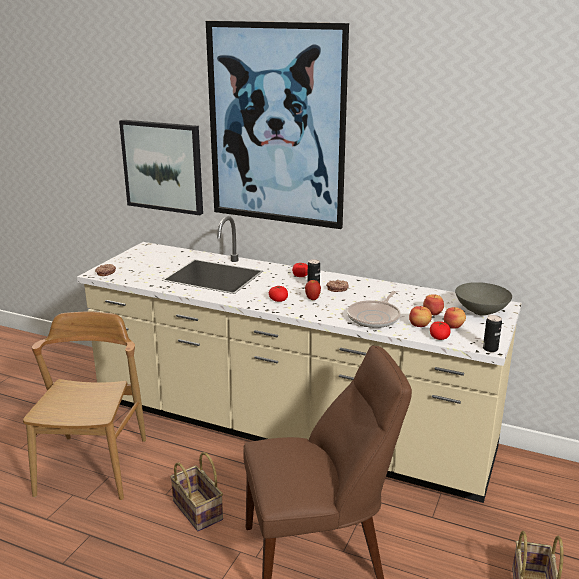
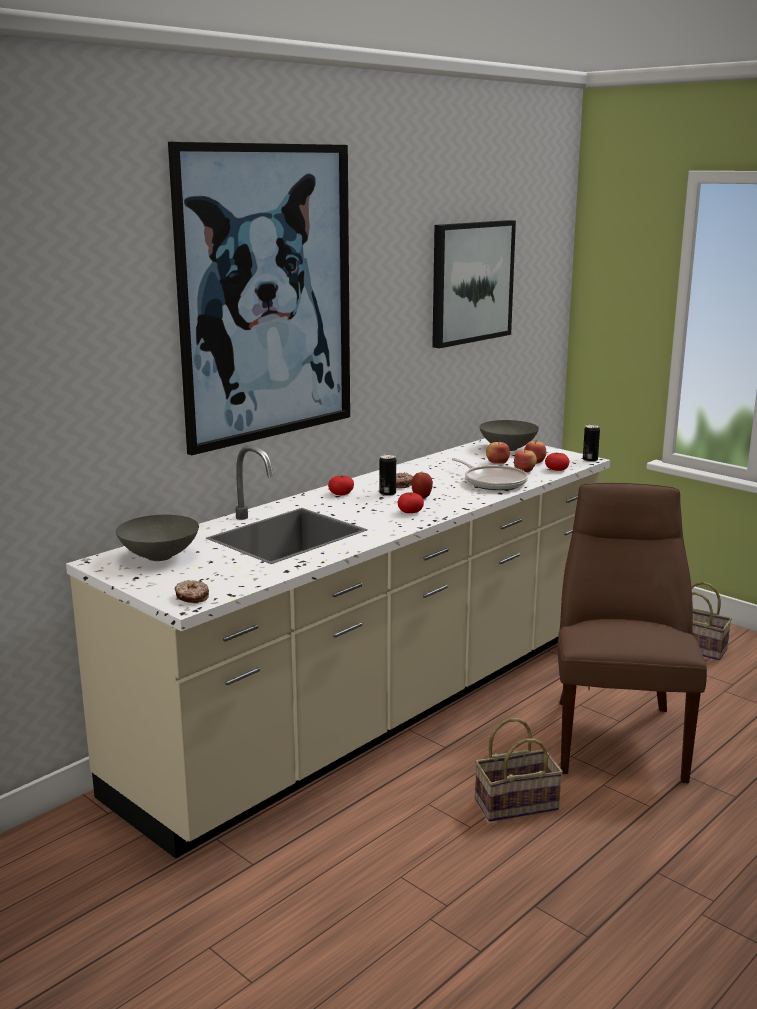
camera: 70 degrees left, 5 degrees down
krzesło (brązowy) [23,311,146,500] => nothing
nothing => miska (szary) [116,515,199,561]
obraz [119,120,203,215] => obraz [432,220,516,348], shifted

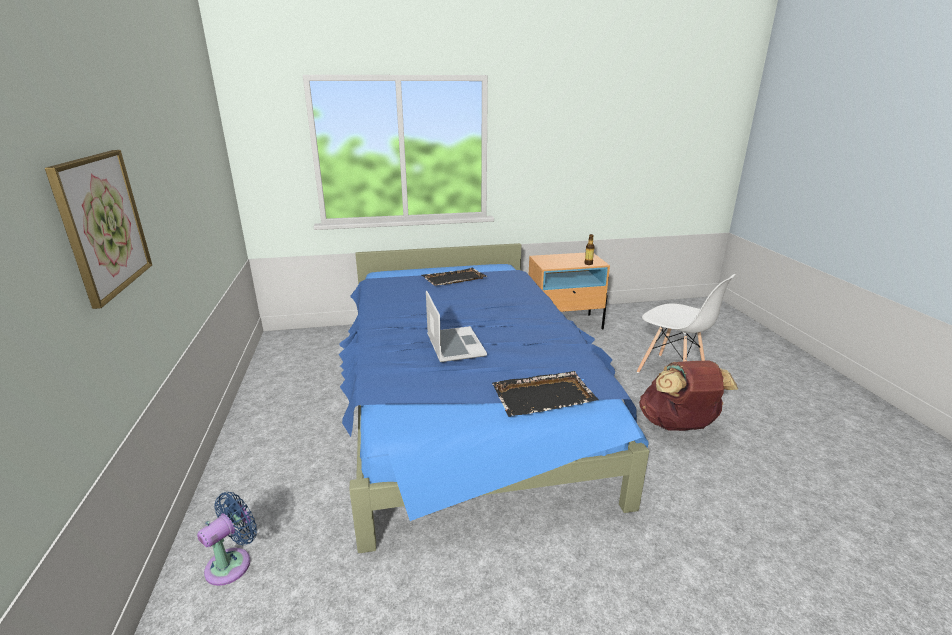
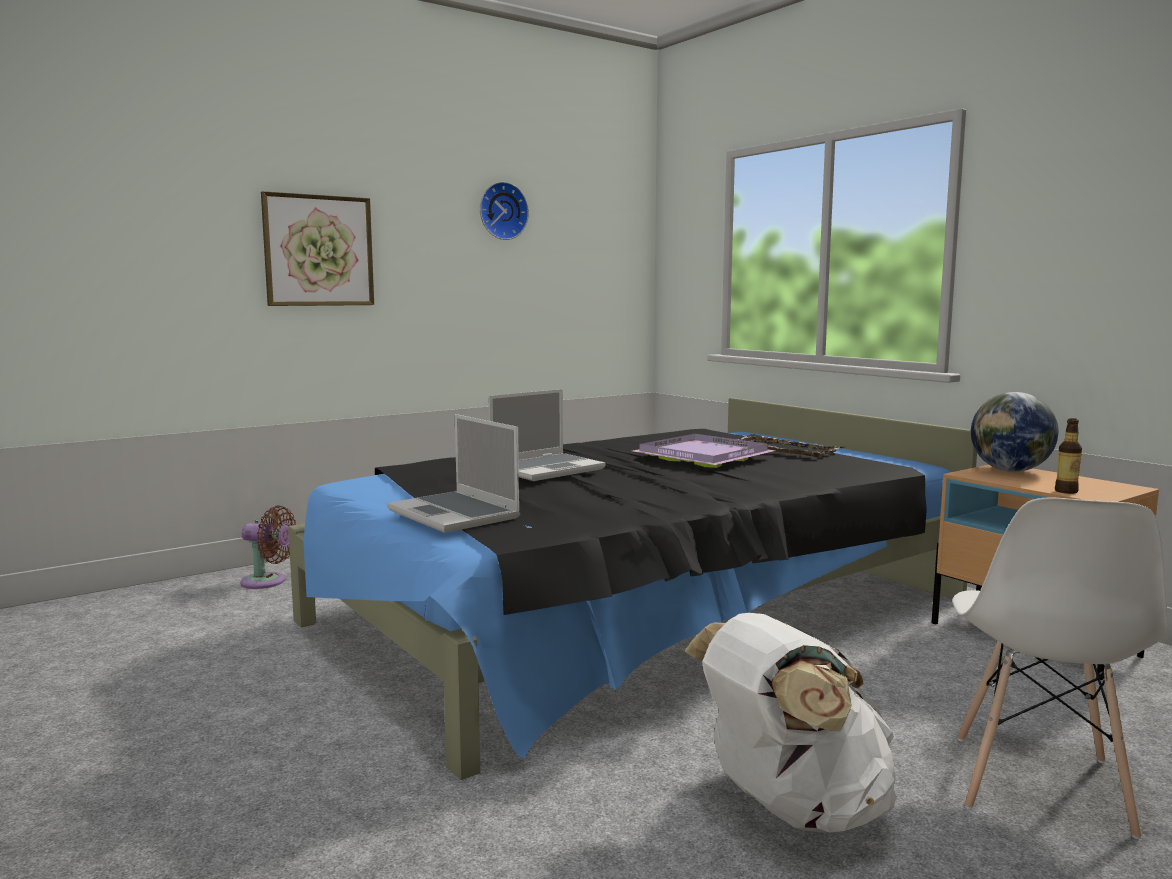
camera: 65 degrees right, 15 degrees down
nothing => zegar ścienny [480,182,529,240]
nothing => taca (fioletowy) [633,434,775,468]
nothing => globus [971,392,1058,472]
taca (czarny) [492,371,598,417] => laptop [387,414,520,533]
wentylator (niebieski) [197,492,257,586] => wentylator (brązowy) [240,505,296,589]
łóżko (niebieski) [339,243,649,553] => łóżko (czarny) [288,398,977,780]
plecak (brązowy) [639,360,738,431] => plecak (biały) [685,613,897,833]

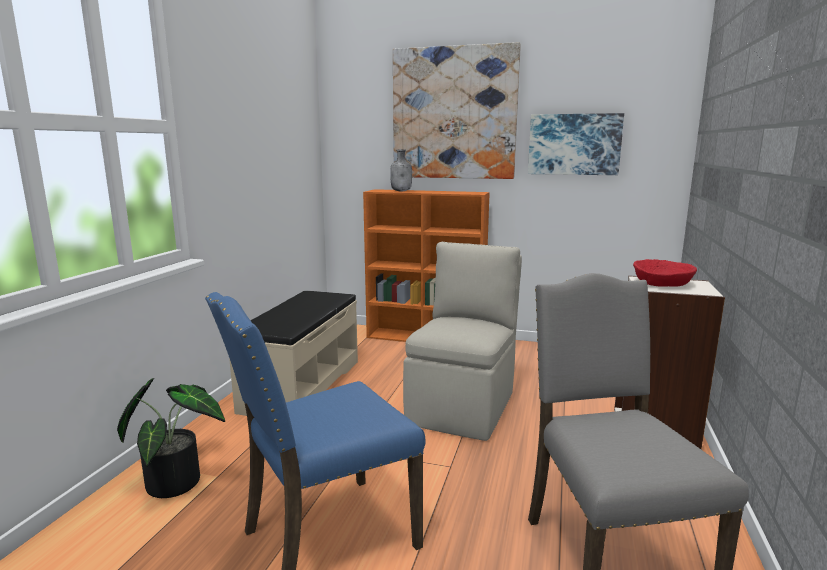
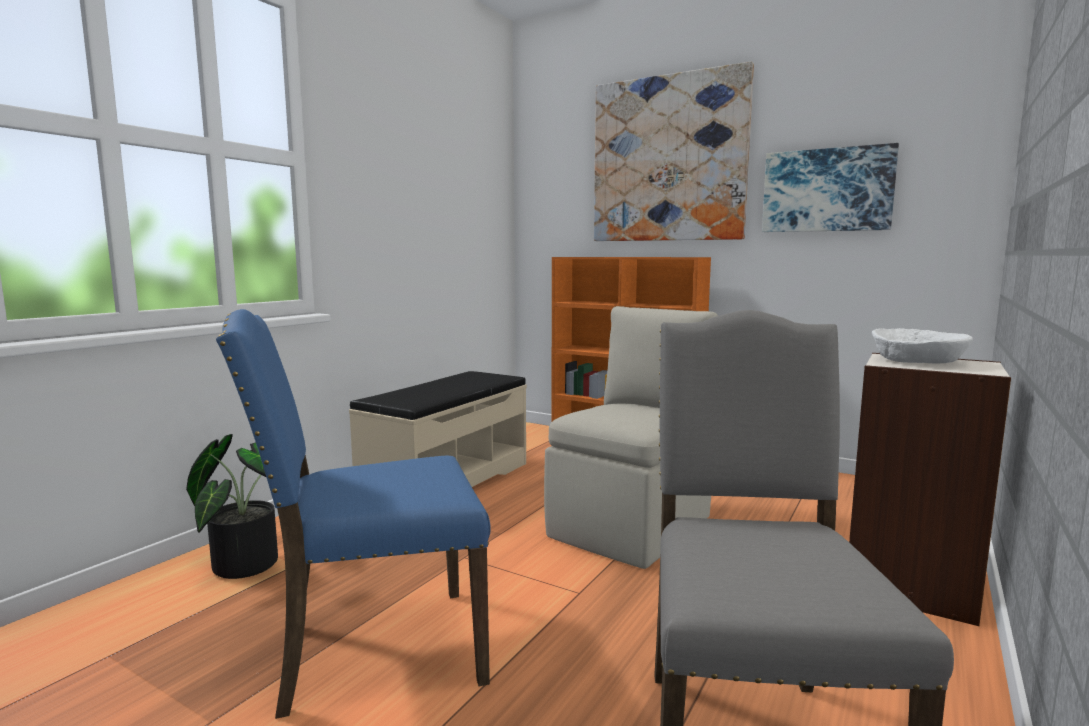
camera: 15 degrees right, 5 degrees down
butelka (szary) [390,150,412,191] => nothing
miska (czerwony) [633,259,697,287] => miska (biały) [872,328,973,363]

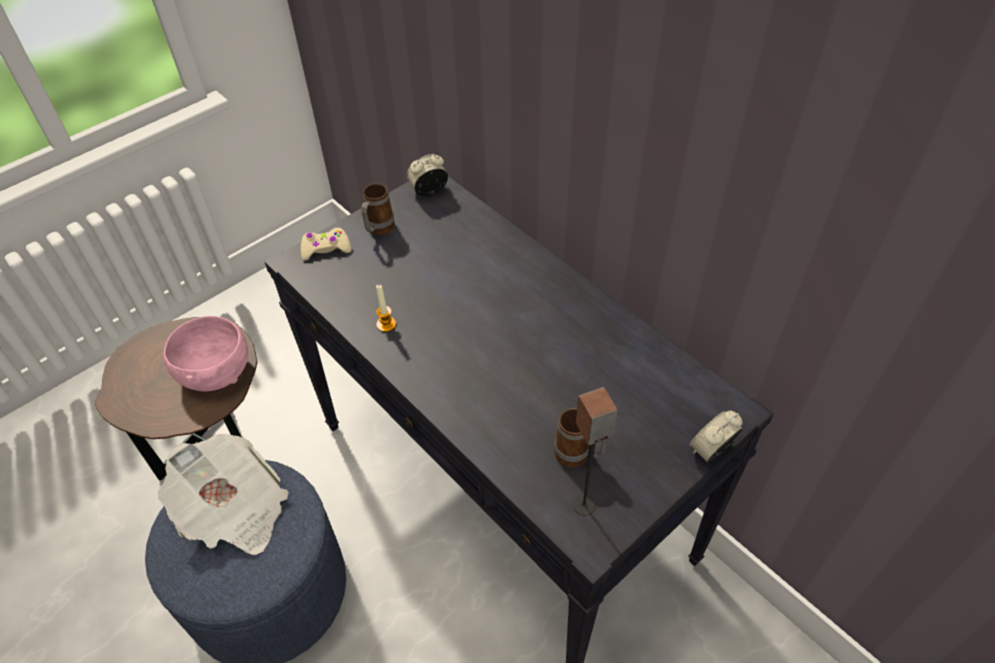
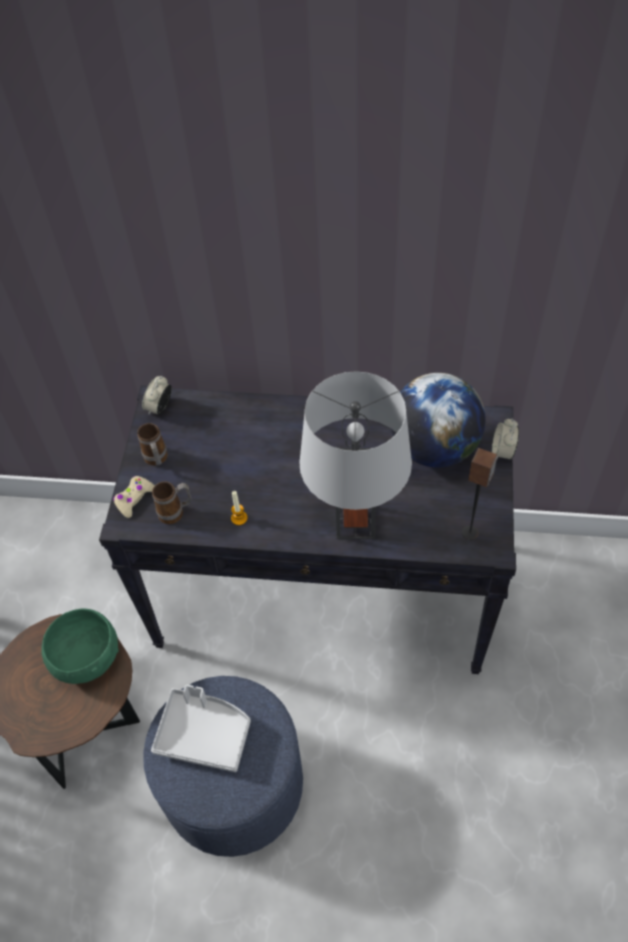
camera: 40 degrees left, 5 degrees up
nothing => lampa stołowa (szary) [299,371,412,539]
nothing => globus [391,373,486,467]
kubek [554,408,607,467] => kubek [152,481,191,524], shifted
gazeta [158,434,289,555] => taca (szary) [151,685,251,772]
miska (różowy) [163,316,248,392] => miska (zielony) [41,609,119,684]

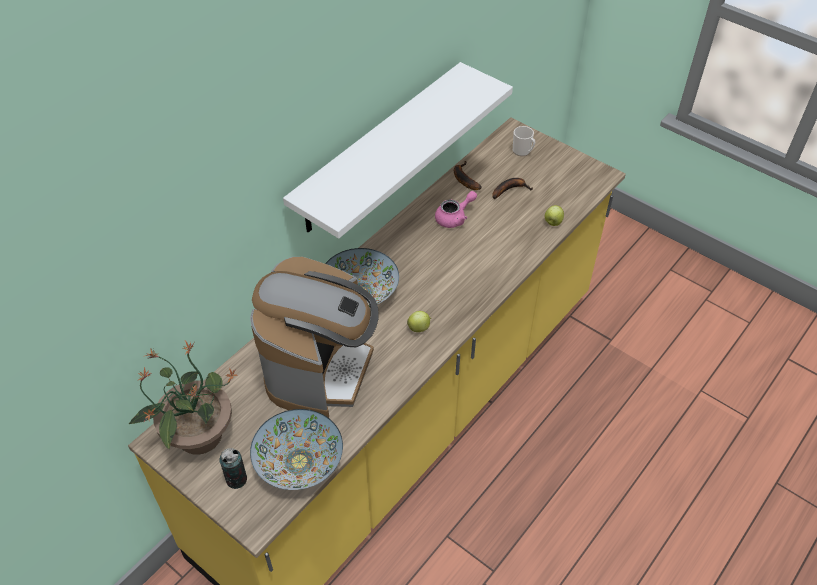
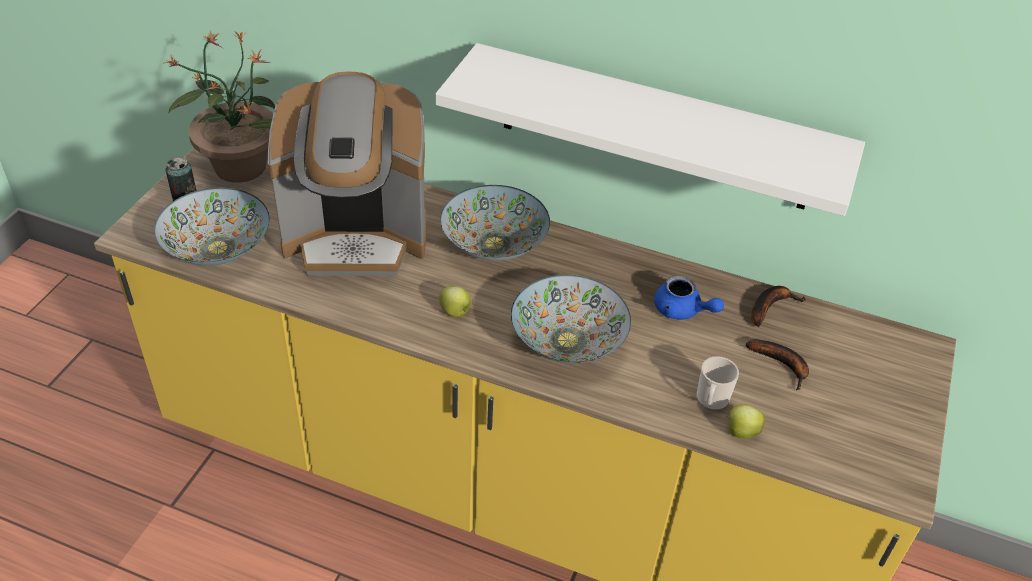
camera: 70 degrees right, 5 degrees down
nothing => miska [511,275,631,364]
kubek [513,126,535,156] => kubek [696,356,739,410], shifted
imbryk (różowy) [435,191,477,228] => imbryk (niebieski) [654,275,724,320]

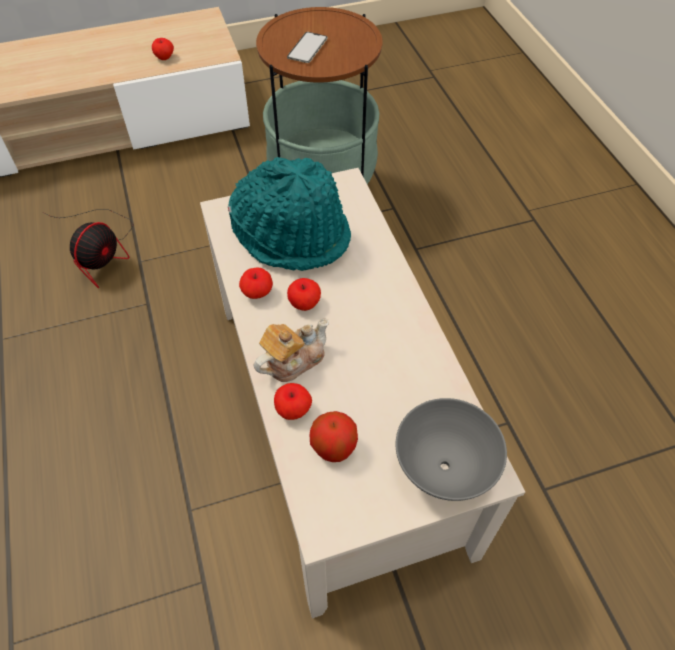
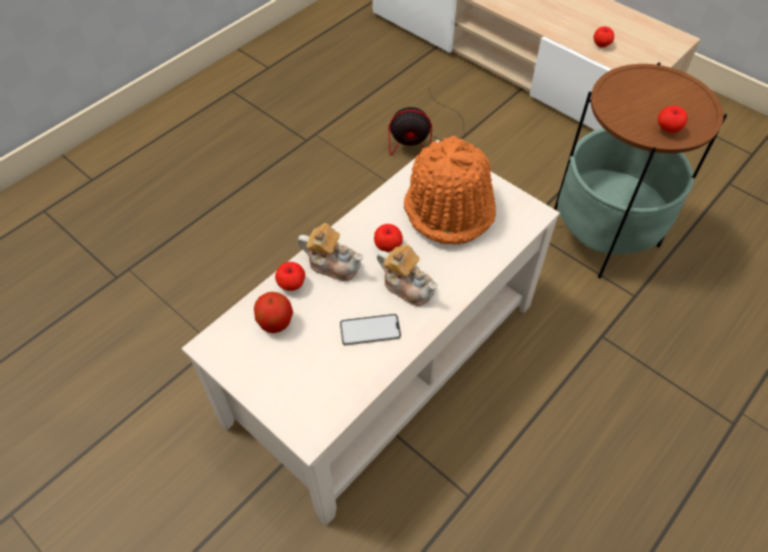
camera: 60 degrees right, 0 degrees up
miska (szary) [396,398,507,501] => nothing
nothing => imbryk [377,244,438,306]
jabłko [239,267,273,299] => jabłko [658,106,688,133], shifted
telefon [287,32,328,63] => telefon [340,314,401,346], shifted
kapelusz (turkusowy) [228,157,351,271] => kapelusz (pomarańczowy) [404,136,496,245]

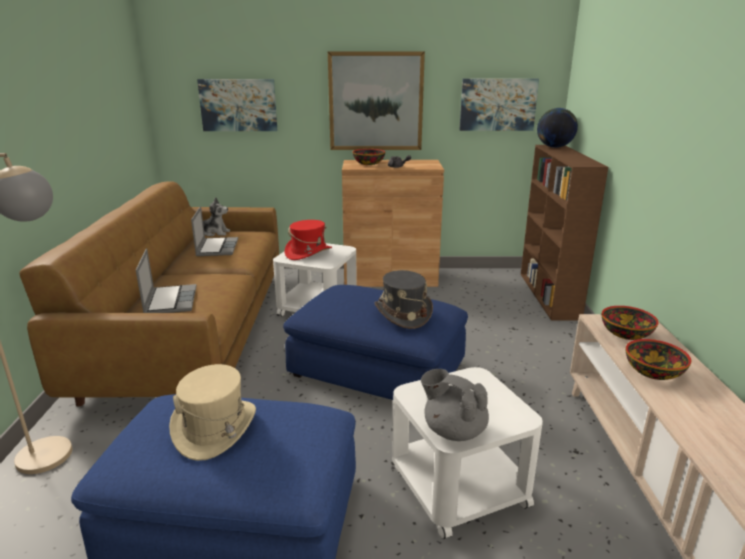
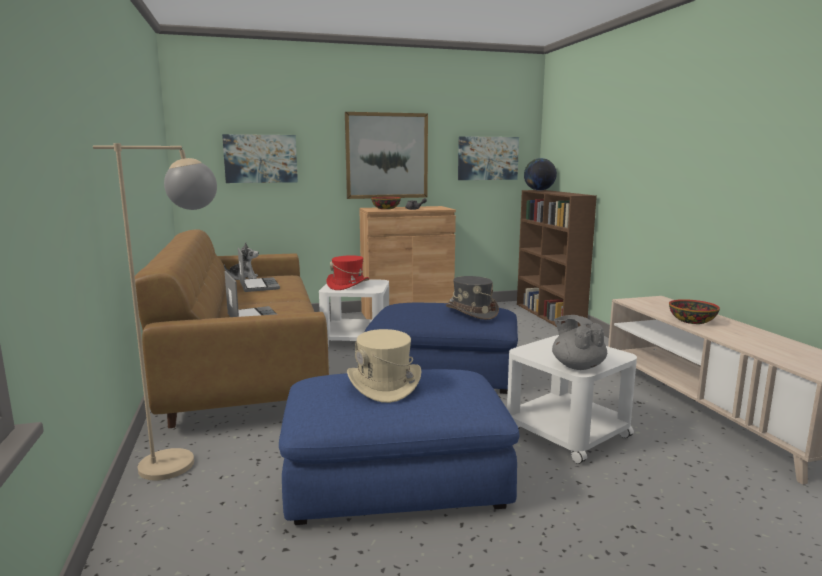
camera: 15 degrees left, 10 degrees down
miska [602,306,659,340] => nothing
imbryk (szary) [421,369,489,441] => imbryk (szary) [552,315,607,370], 45 degrees clockwise

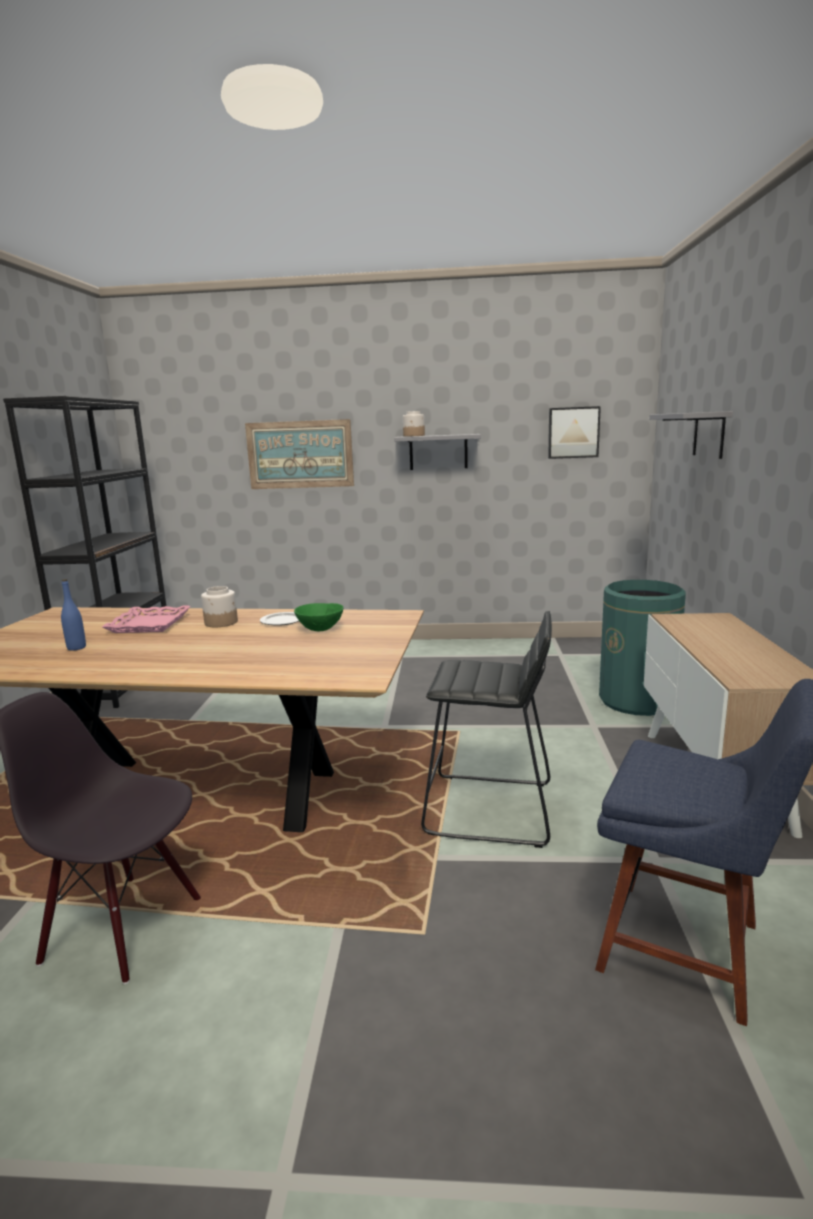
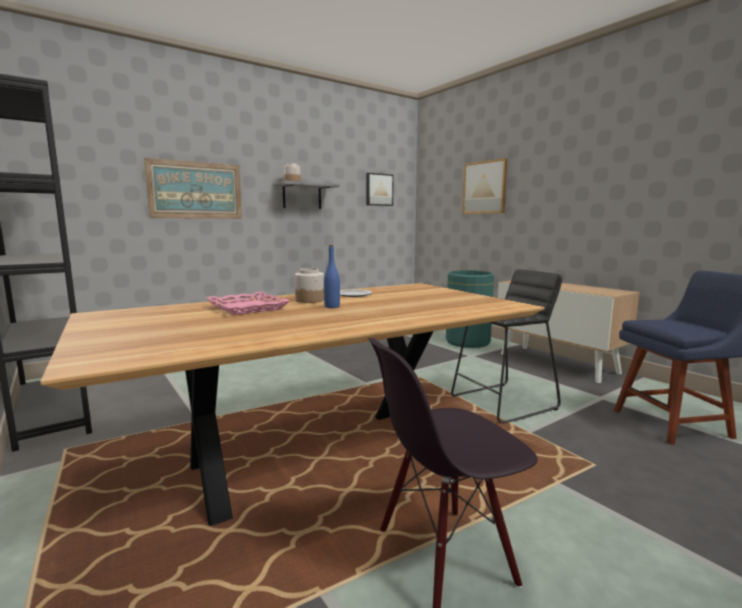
camera: 40 degrees left, 5 degrees down
miska (zielony) [294,603,343,631] => nothing
butelka (niebieski) [61,579,86,651] => butelka (niebieski) [324,245,340,308], shifted
półka (szary) [649,411,733,459] => obraz [463,158,508,214]

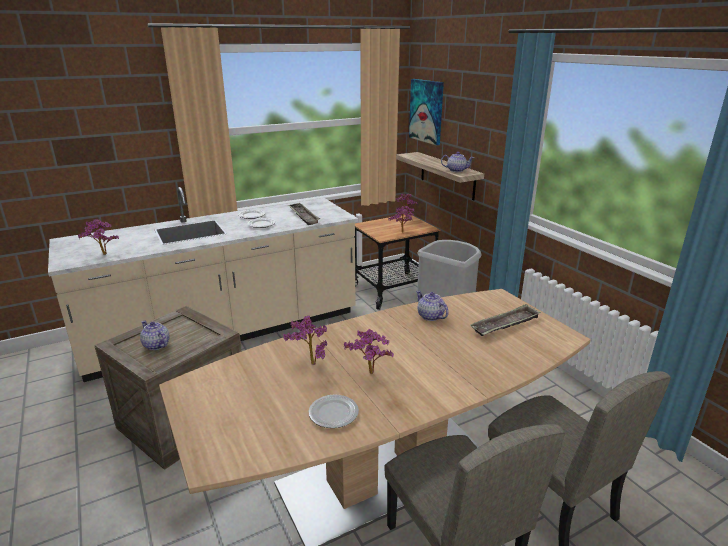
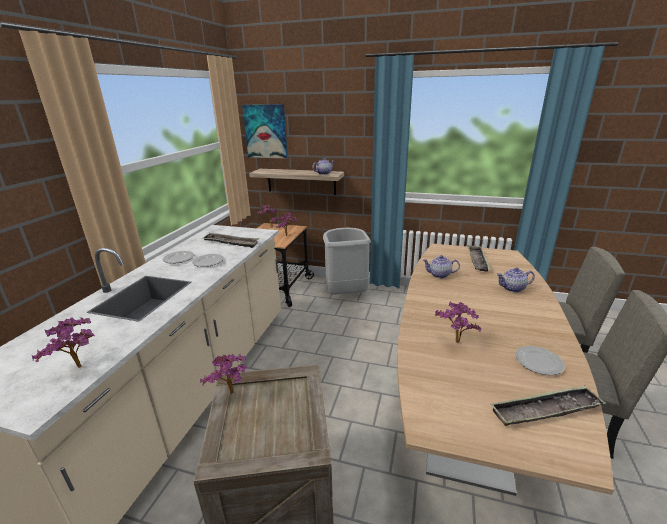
camera: 45 degrees left, 0 degrees up
nothing => taca [490,385,606,426]
imbryk [140,321,170,350] => imbryk [497,267,535,292], shifted
roślina doniczkowa [344,329,394,374] => roślina doniczkowa [200,354,247,394], shifted

